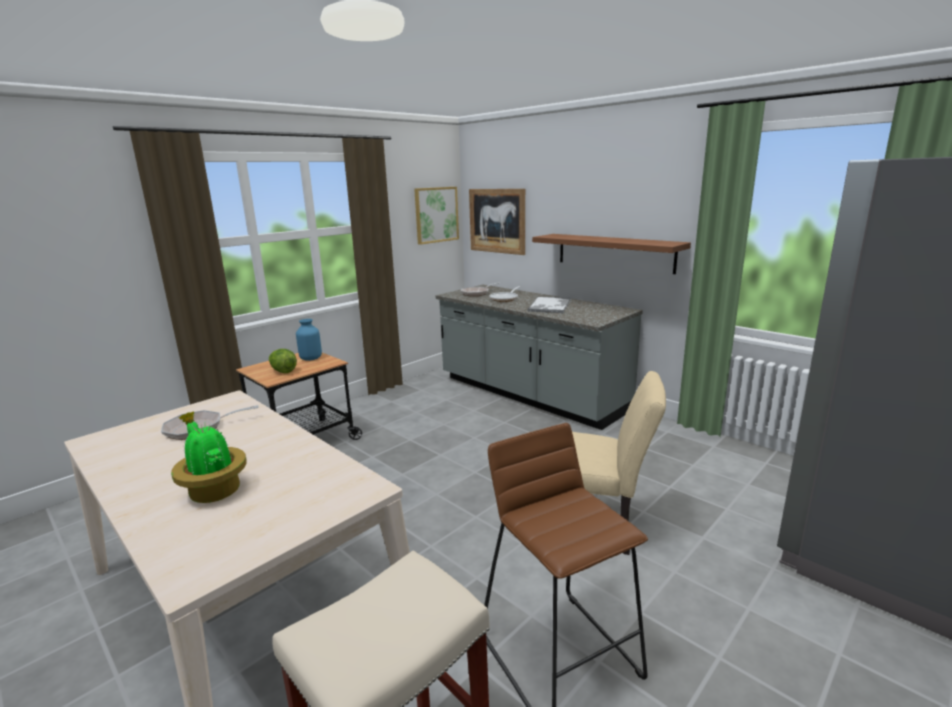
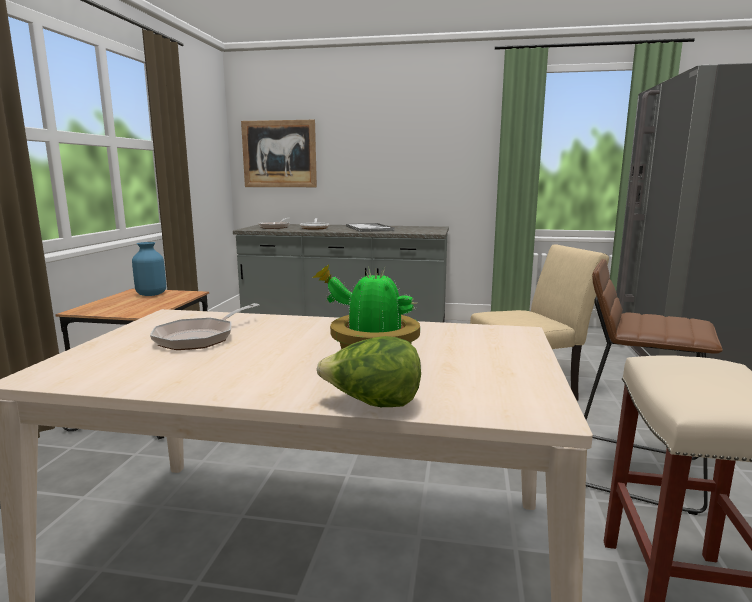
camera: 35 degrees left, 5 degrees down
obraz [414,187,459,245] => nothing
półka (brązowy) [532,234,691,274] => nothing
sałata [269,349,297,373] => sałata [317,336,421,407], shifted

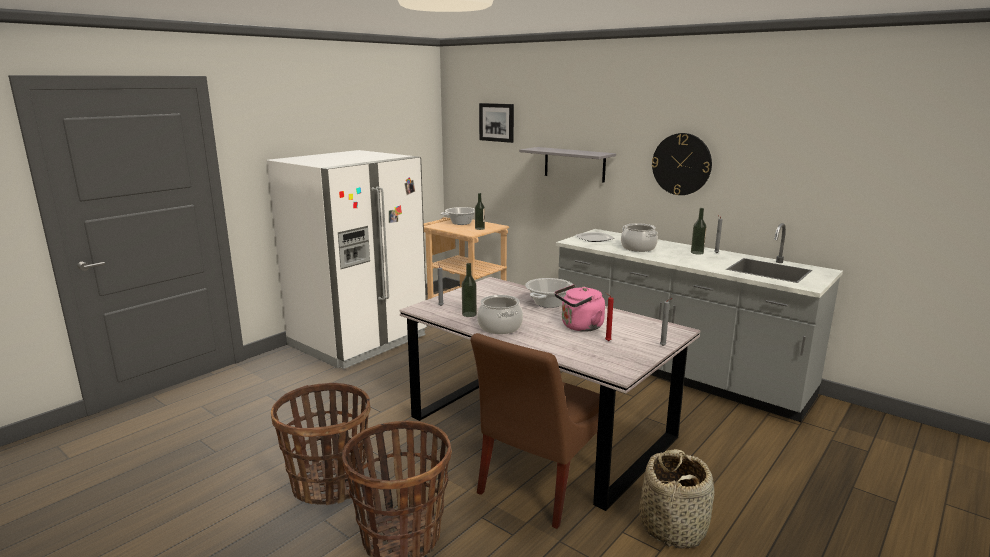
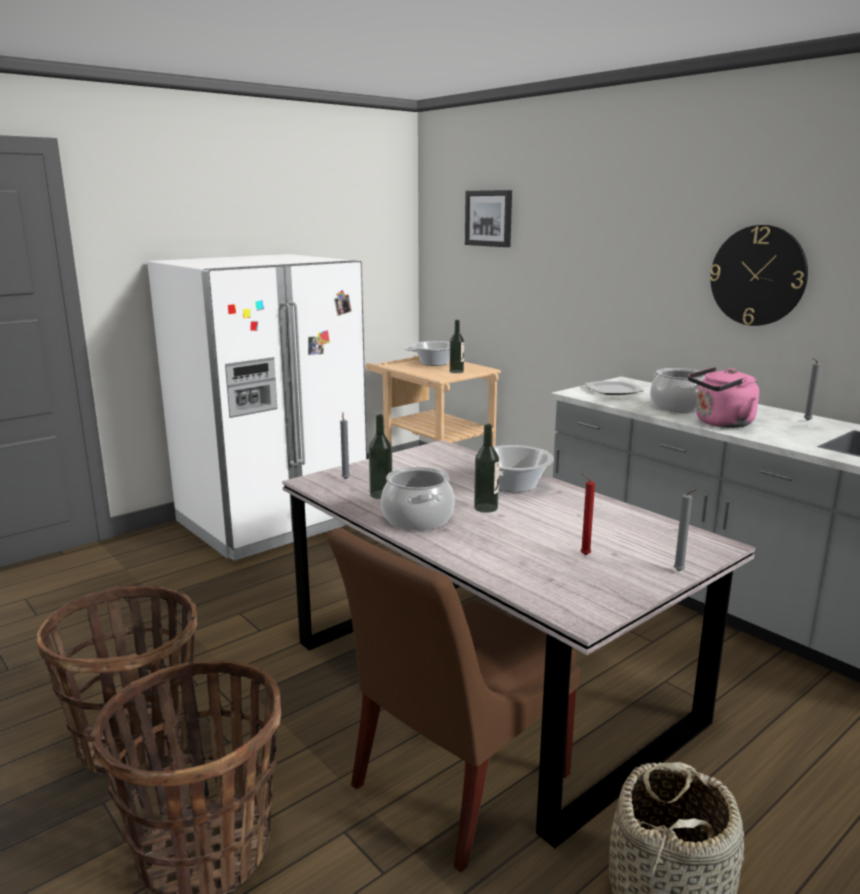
camera: 10 degrees right, 0 degrees up
półka (szary) [519,147,616,183] => nothing
czajnik (różowy) [555,284,605,332] => czajnik (różowy) [688,367,759,428], shifted
butelka [691,208,707,255] => butelka [474,424,499,513], shifted

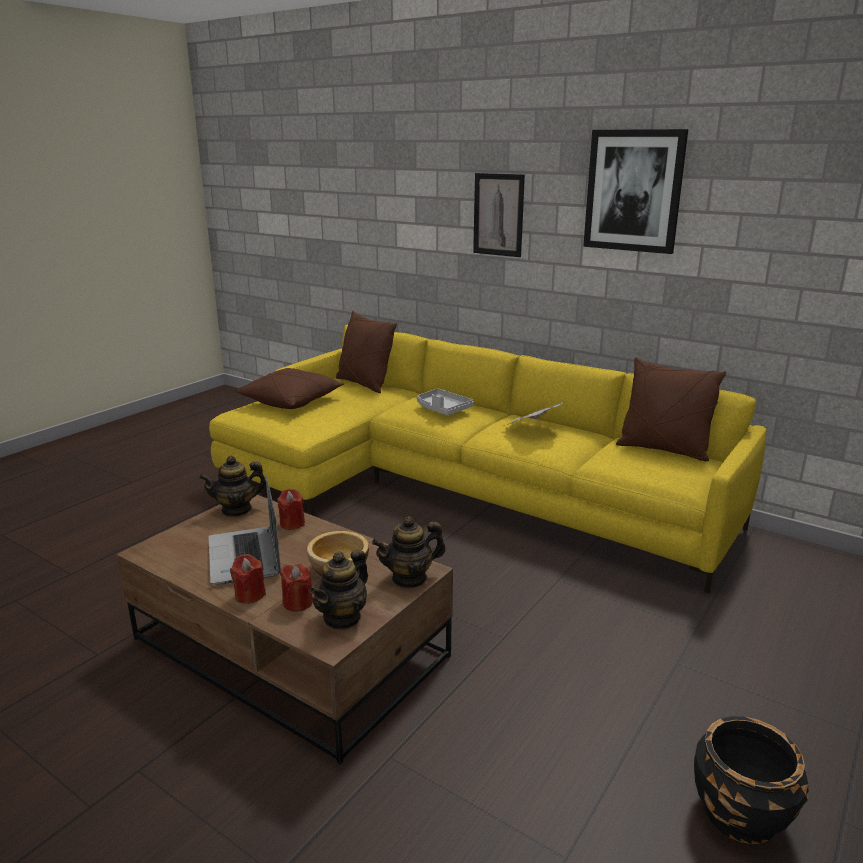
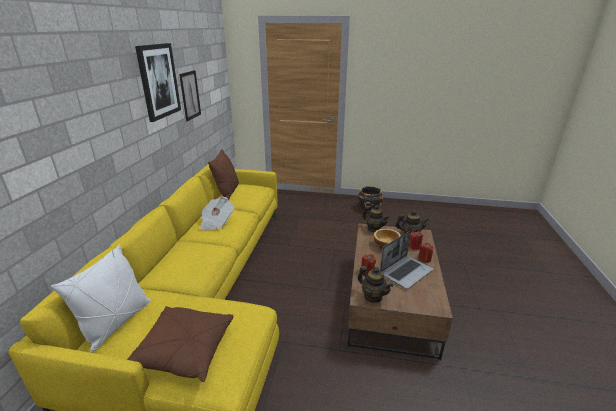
camera: 115 degrees left, 5 degrees up
taca (szary) [417,388,474,415] => nothing
obraz [473,173,525,257] => obraz [179,70,201,121], shifted
poduszka (brązowy) [336,311,397,393] => poduszka (biały) [51,245,151,353]

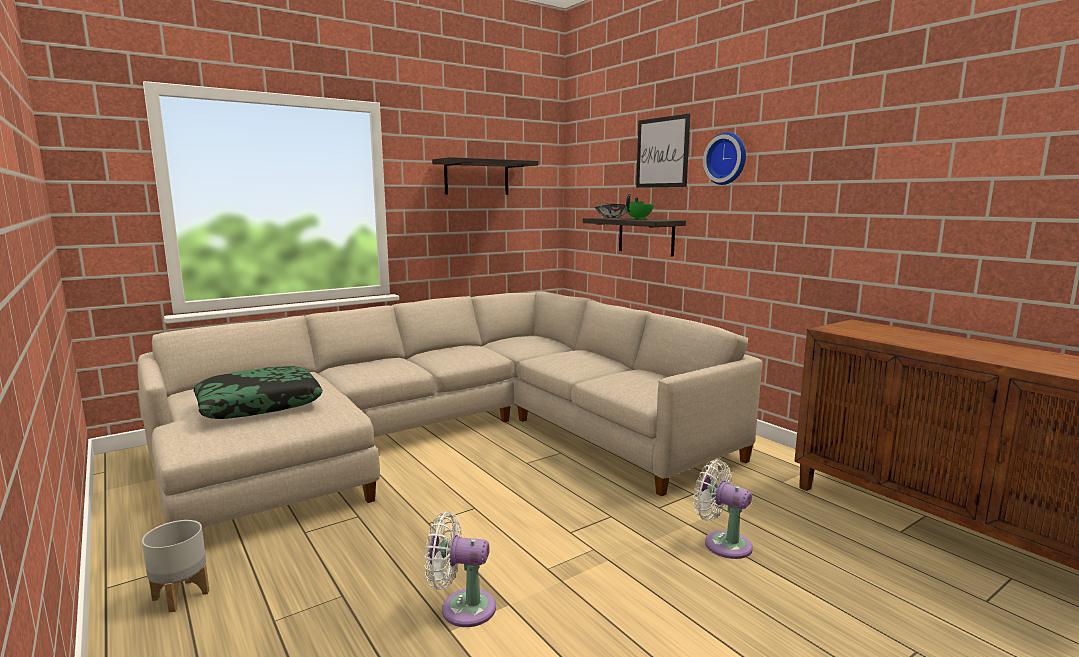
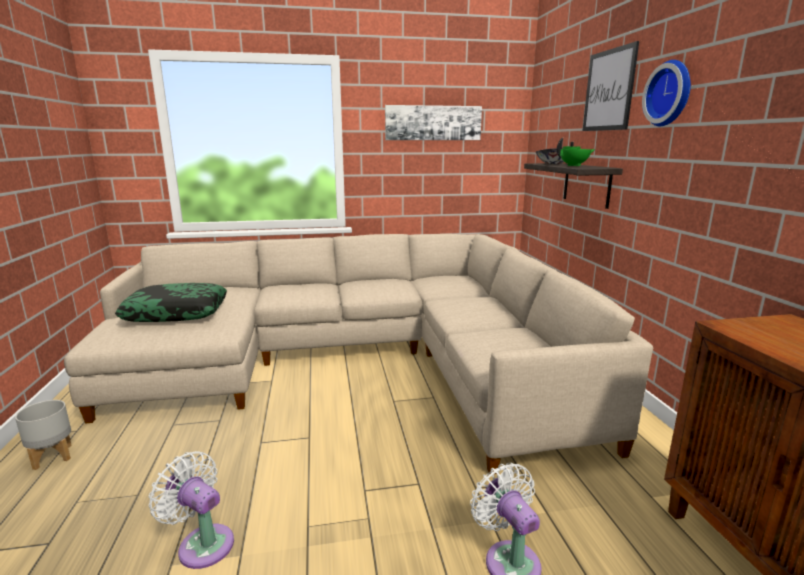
camera: 25 degrees right, 5 degrees up
półka [432,157,538,195] => obraz [385,105,482,140]

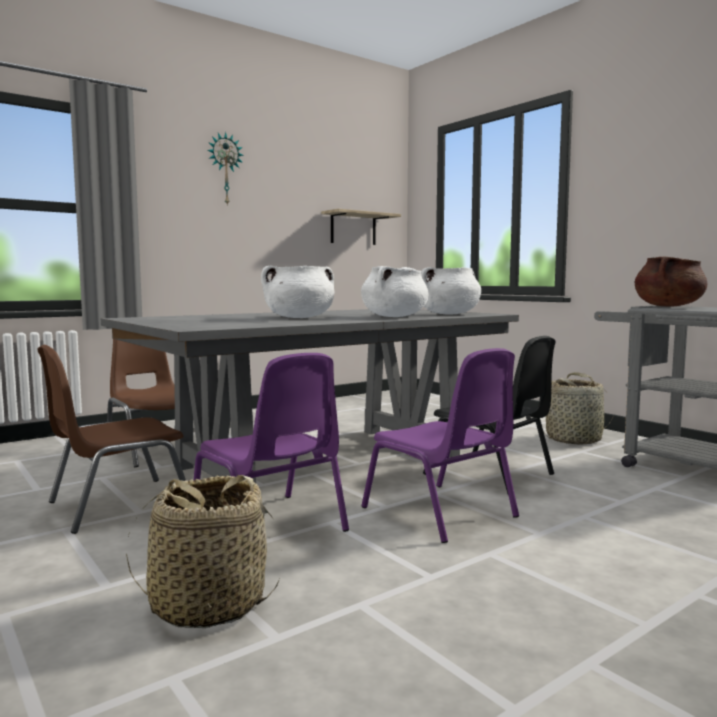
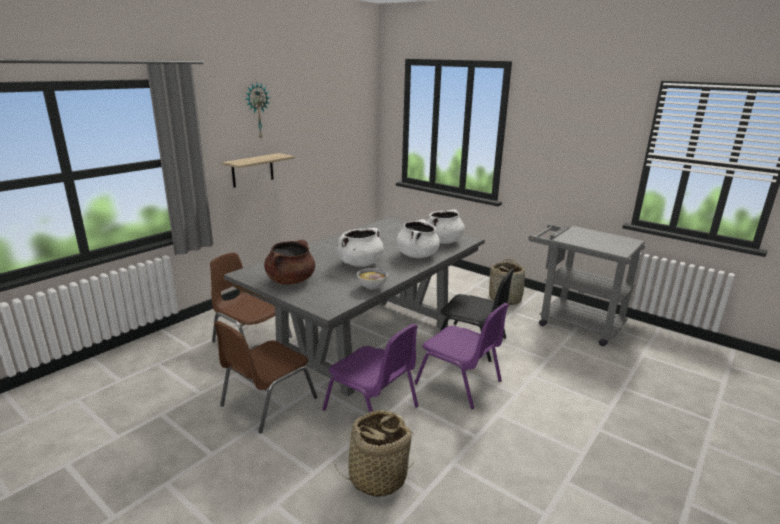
camera: 15 degrees left, 15 degrees up
nothing => miska [357,268,388,290]
półka [321,209,401,245] => półka [222,153,295,188], shifted
garnek (brązowy) [635,256,707,307] => garnek (brązowy) [264,240,315,285], shifted

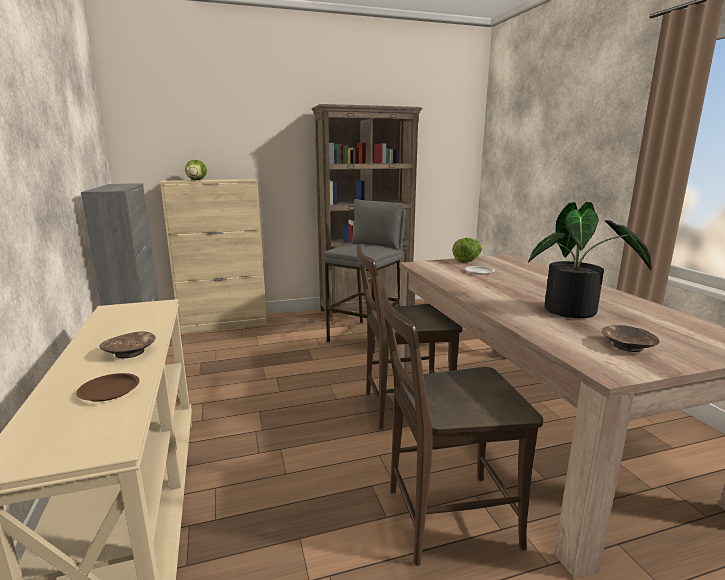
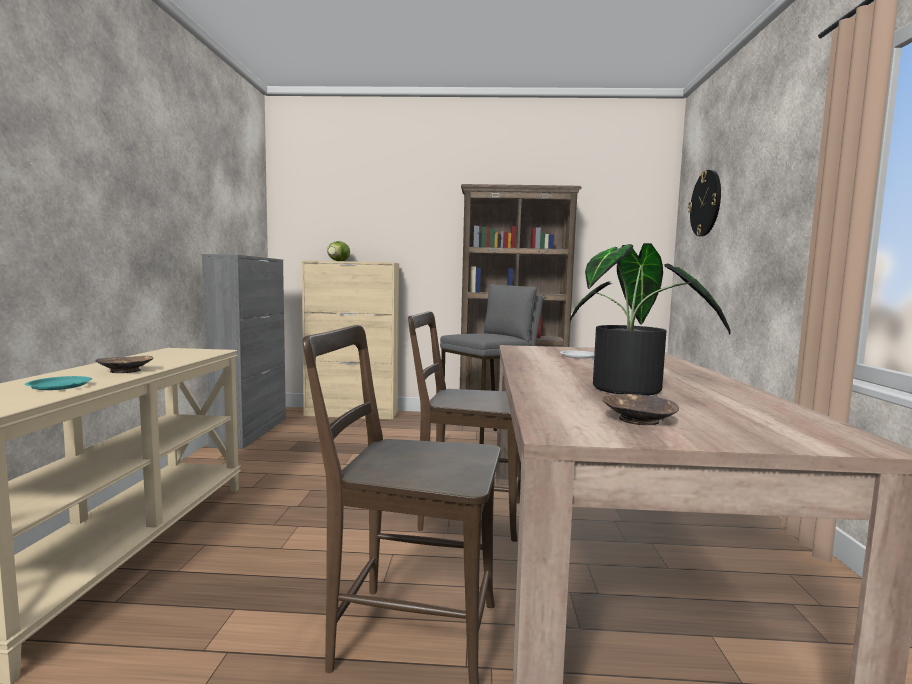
camera: 20 degrees right, 10 degrees down
sałata [452,238,482,263] => nothing
nothing => zegar ścienny [688,170,721,236]
talerz (brązowy) [76,373,140,402] => talerz (turkusowy) [25,376,92,390]

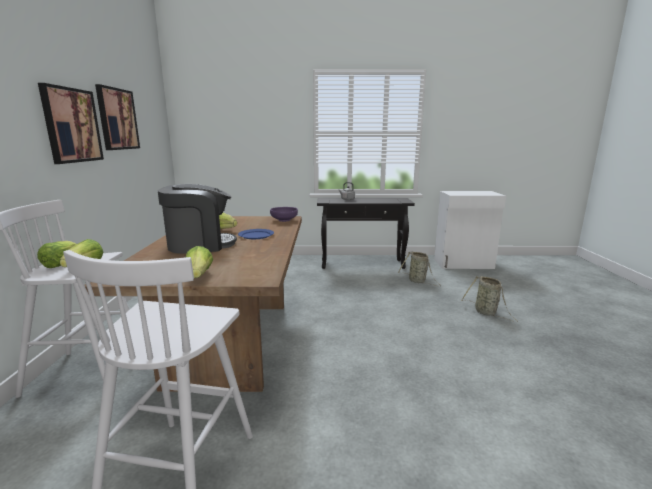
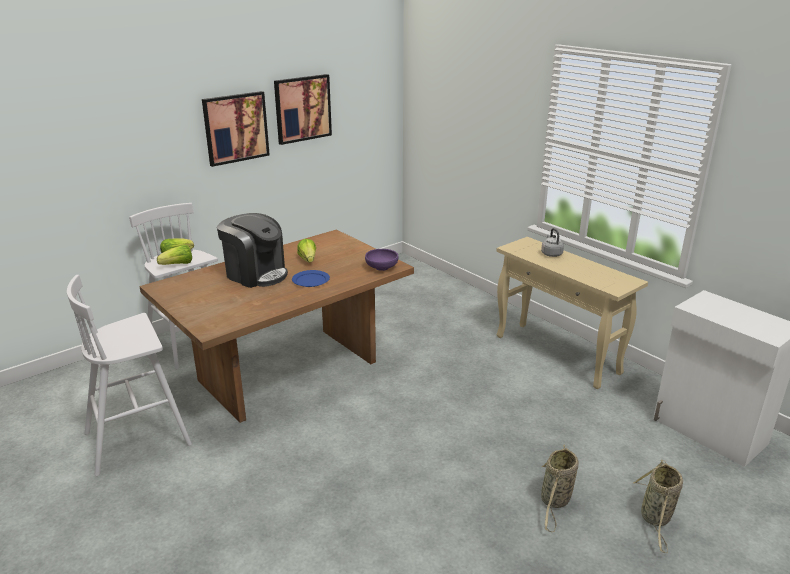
camera: 50 degrees right, 10 degrees up
sałata [185,246,213,278] => nothing
koszyk [398,251,441,286] => koszyk [633,459,683,553], shifted
stolik konsolowy (czarny) [317,198,415,269] => stolik konsolowy (beżowy) [496,237,648,389]

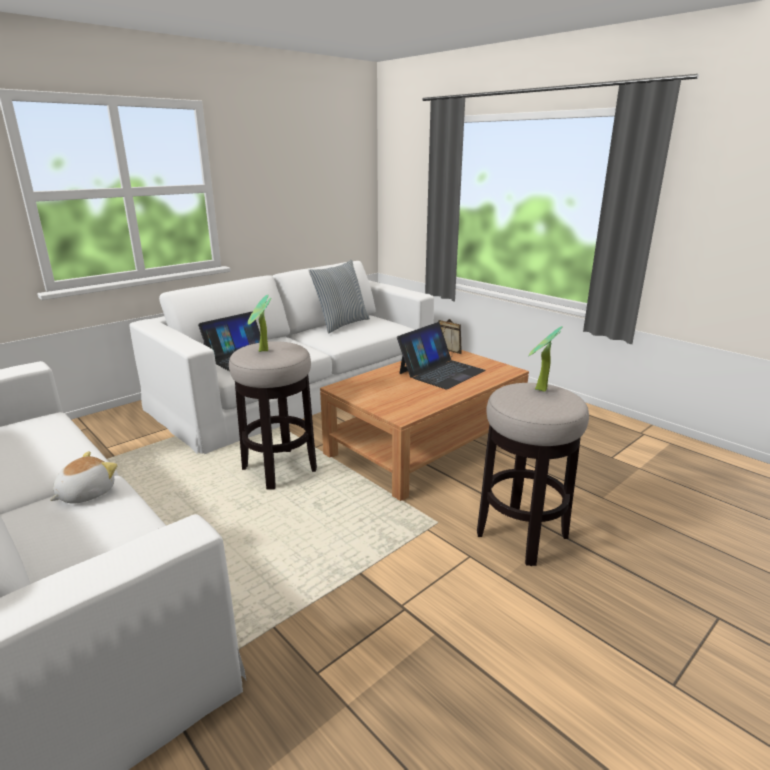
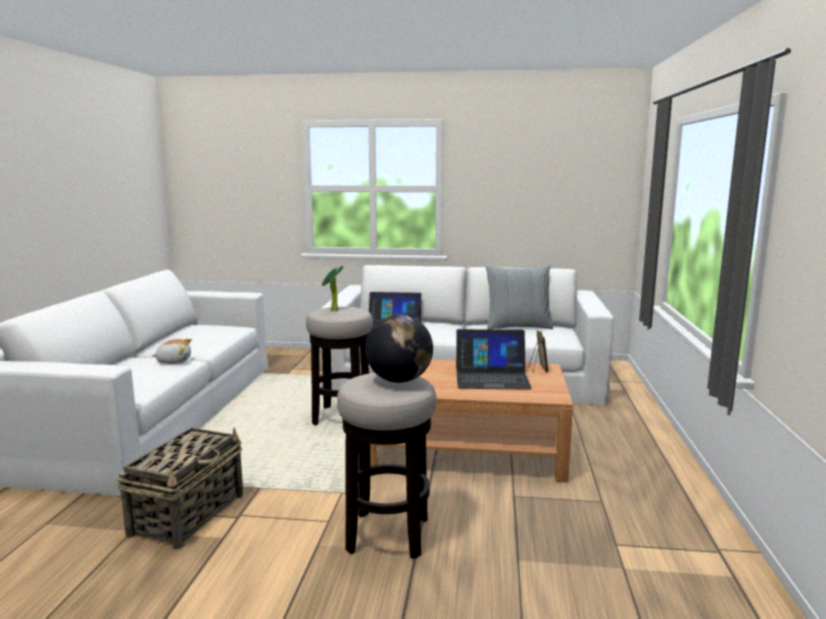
camera: 50 degrees right, 10 degrees down
nothing => koszyk [117,427,243,549]
roślina doniczkowa [528,326,562,392] => globus [365,315,433,383]

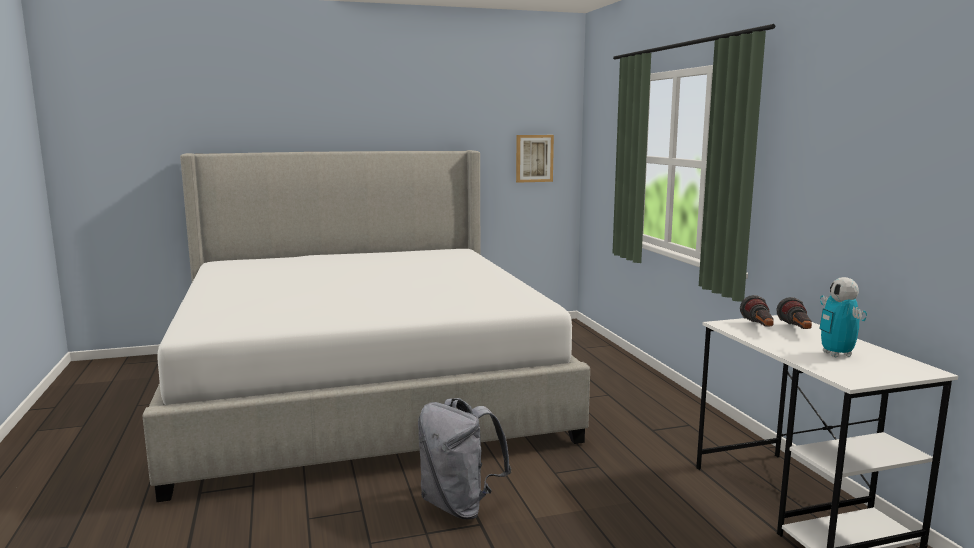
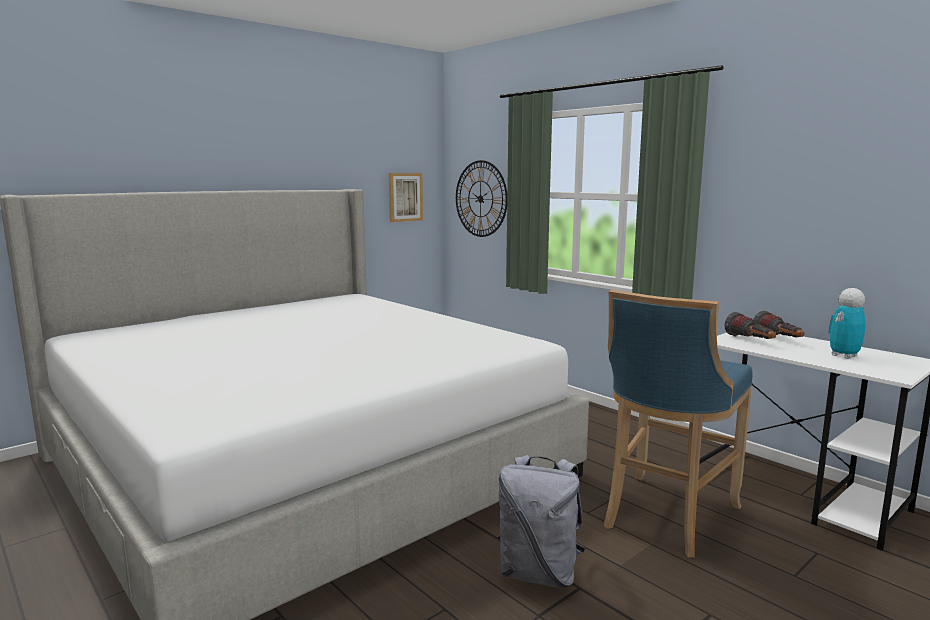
camera: 25 degrees left, 0 degrees up
nothing => zegar ścienny [456,160,507,237]
nothing => stołek (niebieski) [604,290,753,557]
robot zabawkowy [819,277,867,358] => robot zabawkowy [828,288,866,359], 90 degrees clockwise

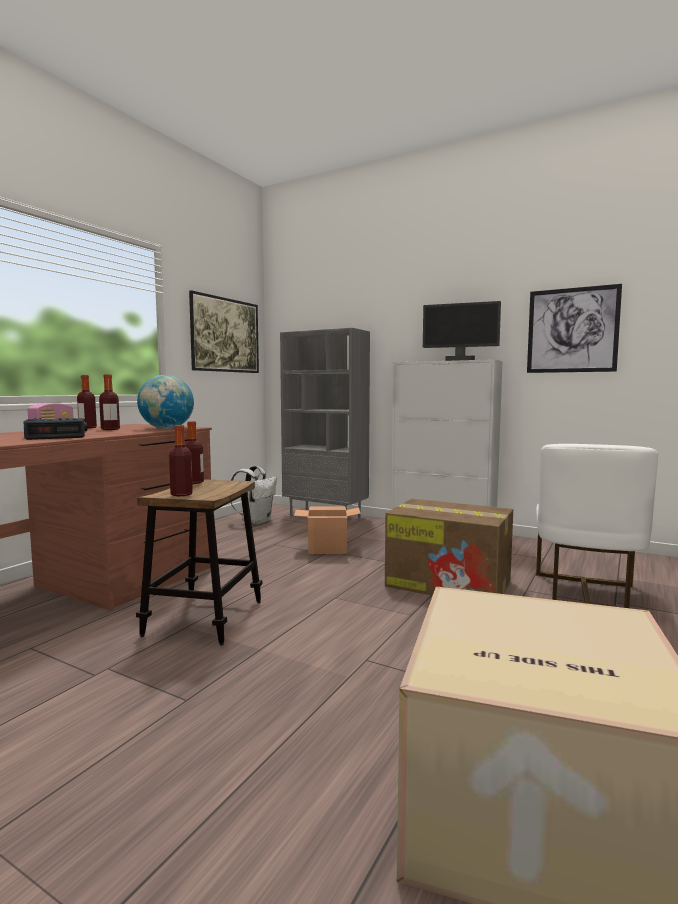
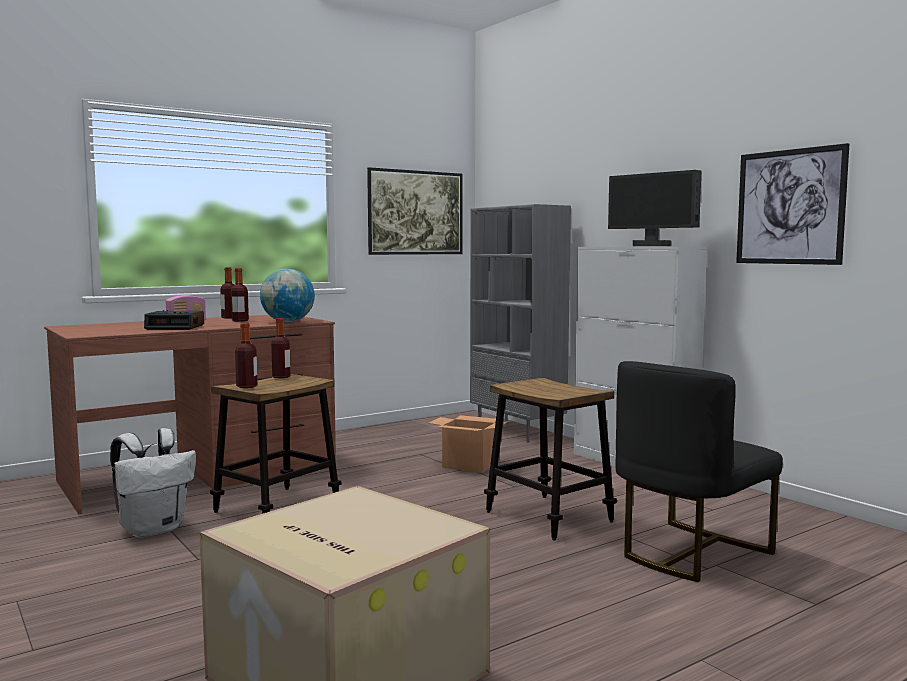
camera: 25 degrees right, 0 degrees up
plecak (biały) [231,466,277,525] => plecak (biały) [110,428,196,538], shifted
karton [385,499,513,596] => stołek [484,378,617,541]
krzesło (biały) [536,444,659,608] => krzesło (czarny) [616,361,783,582]

